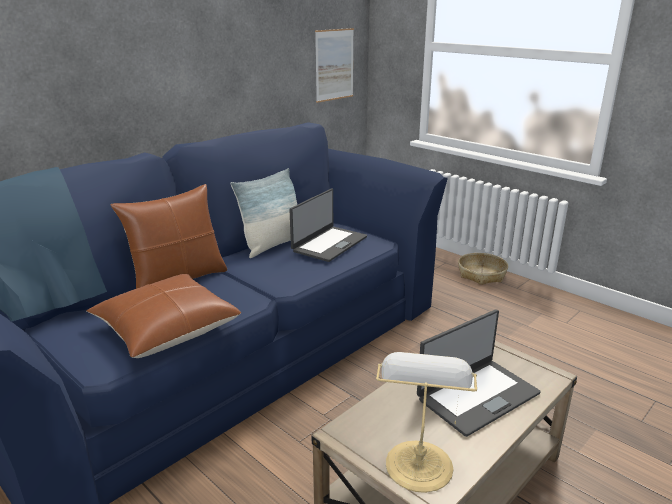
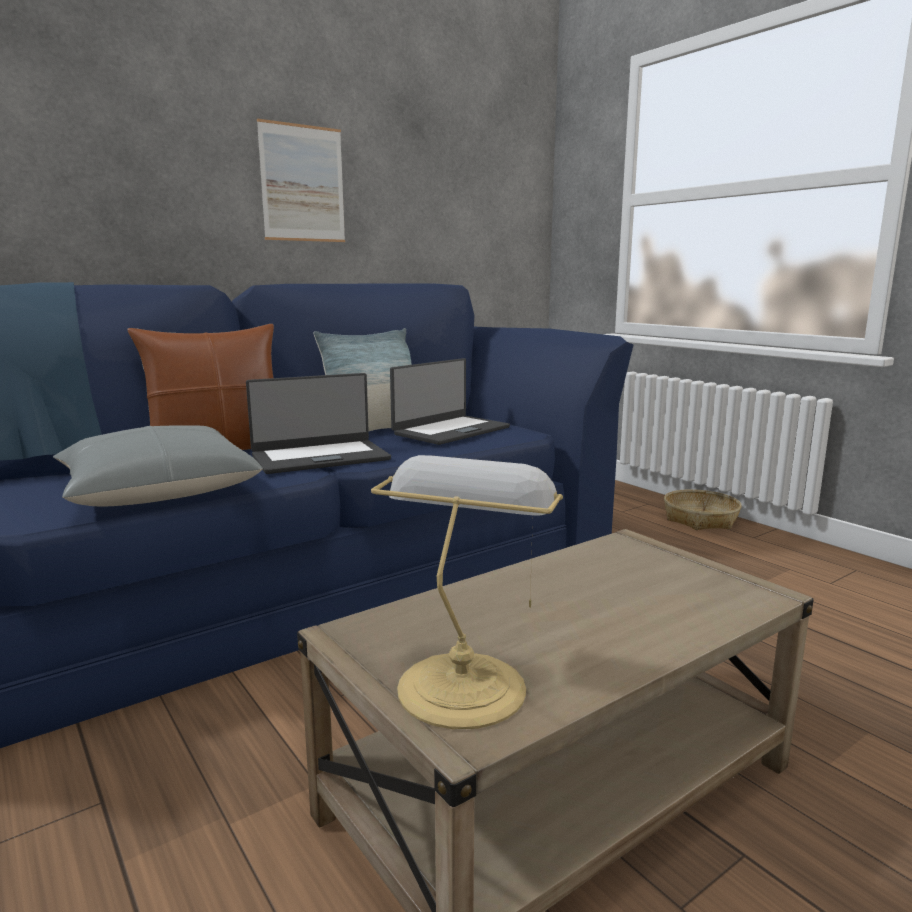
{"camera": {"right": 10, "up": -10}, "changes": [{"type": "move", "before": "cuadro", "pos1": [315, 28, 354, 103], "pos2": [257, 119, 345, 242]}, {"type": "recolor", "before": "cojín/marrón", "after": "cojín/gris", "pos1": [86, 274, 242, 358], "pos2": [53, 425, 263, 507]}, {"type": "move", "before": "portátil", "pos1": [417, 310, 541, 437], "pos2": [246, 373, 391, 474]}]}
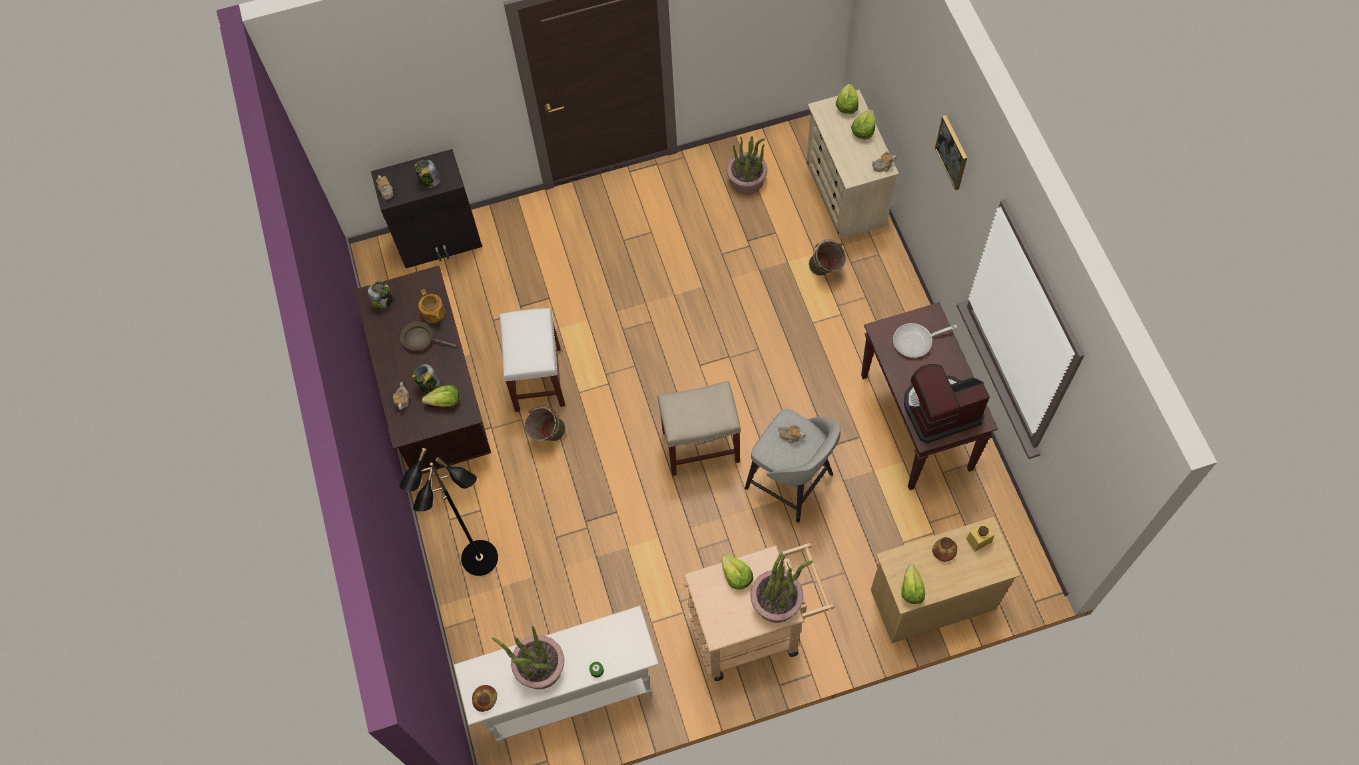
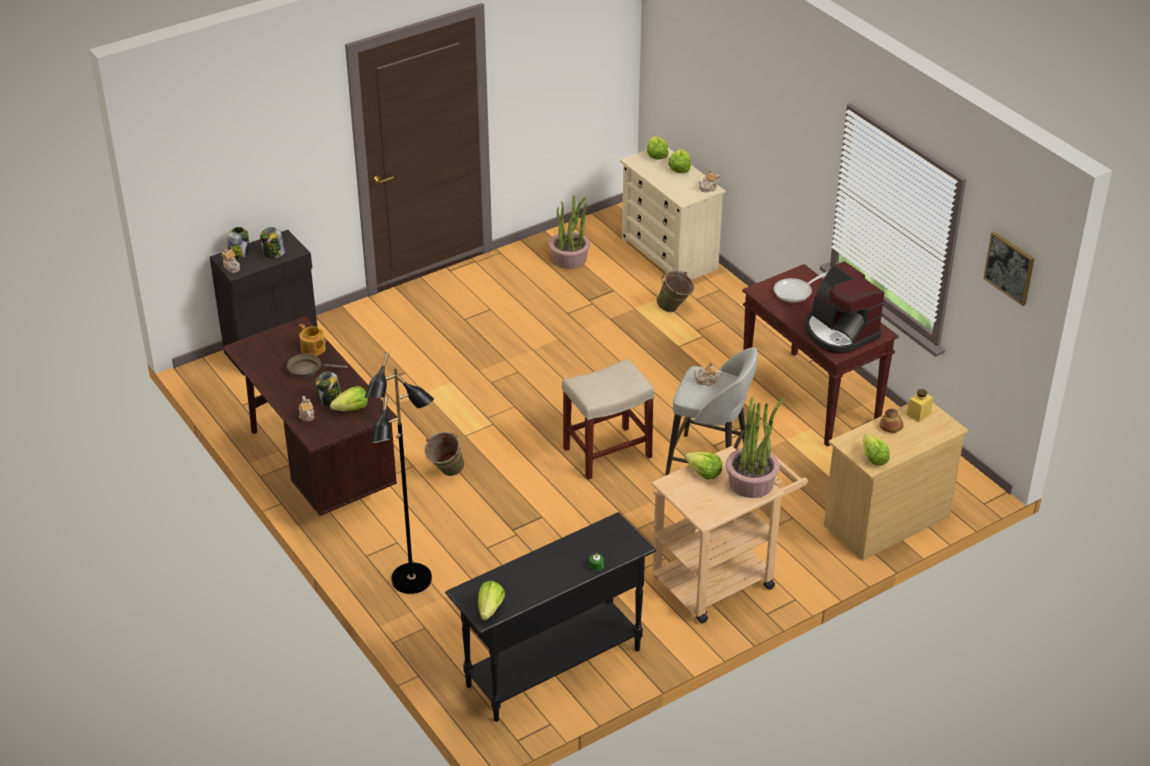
{"camera": {"right": -20, "up": -25}, "changes": [{"type": "move", "before": "cuadro", "pos1": [935, 115, 967, 190], "pos2": [983, 232, 1035, 306]}, {"type": "move", "before": "tarro", "pos1": [368, 281, 393, 309], "pos2": [228, 227, 249, 258]}, {"type": "delete", "before": "taburete/blanco", "pos1": [500, 308, 565, 412]}, {"type": "rotate", "before": "cafetera", "pos1": [904, 364, 990, 443], "pos2": [805, 261, 884, 354], "turn": -90}, {"type": "recolor", "before": "mesa consola/blanco", "after": "mesa consola/negro", "pos1": [454, 606, 659, 745], "pos2": [445, 512, 656, 722]}, {"type": "delete", "before": "planta en maceta", "pos1": [492, 626, 564, 689]}, {"type": "replace", "before": "pan", "after": "lechuga", "pos1": [472, 685, 497, 712], "pos2": [478, 581, 505, 621]}]}
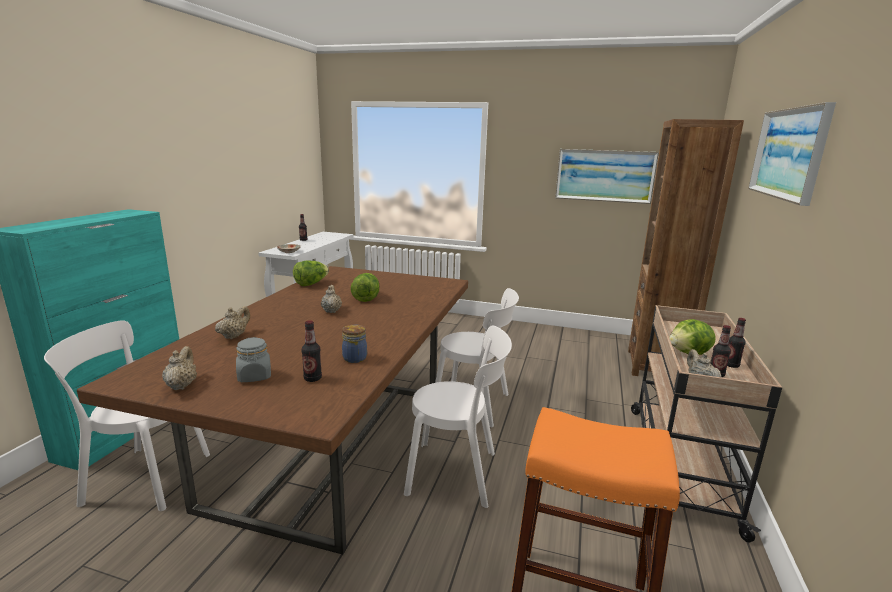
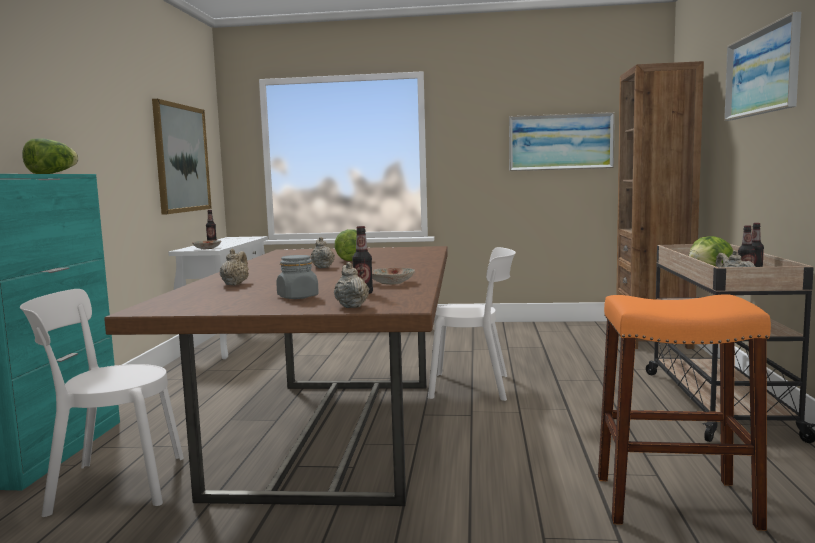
{"camera": {"right": -10, "up": -10}, "changes": [{"type": "move", "before": "lechuga", "pos1": [293, 260, 329, 286], "pos2": [22, 138, 79, 174]}, {"type": "replace", "before": "tarro", "after": "plato", "pos1": [342, 325, 367, 363], "pos2": [372, 268, 415, 285]}, {"type": "delete", "before": "silla/blanco", "pos1": [404, 326, 512, 508]}, {"type": "move", "before": "tetera/beis", "pos1": [162, 346, 197, 390], "pos2": [334, 262, 369, 308]}, {"type": "insert", "after": "cuadro", "pos2": [152, 99, 212, 214]}]}
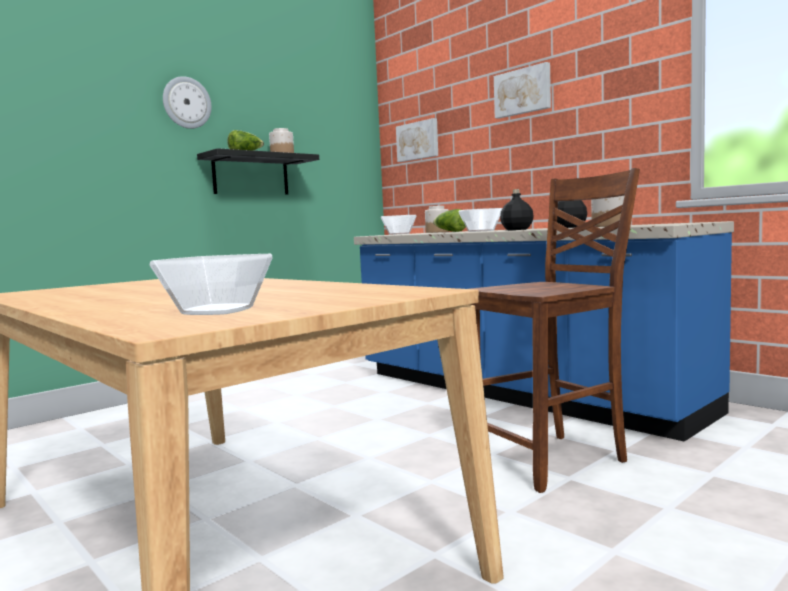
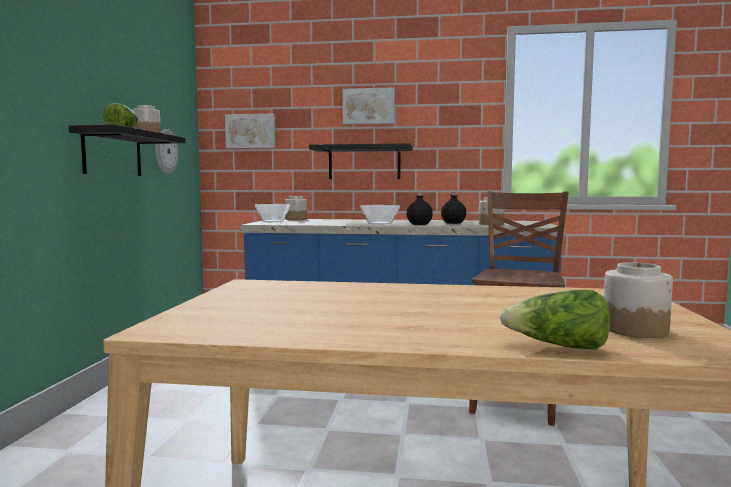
{"camera": {"right": -40, "up": 0}, "changes": [{"type": "move", "before": "reloj de pared", "pos1": [163, 76, 212, 129], "pos2": [155, 129, 178, 174]}, {"type": "move", "before": "lechuga", "pos1": [433, 209, 466, 232], "pos2": [500, 290, 610, 350]}, {"type": "replace", "before": "cuenco", "after": "tarro", "pos1": [150, 254, 273, 315], "pos2": [604, 262, 673, 338]}, {"type": "insert", "after": "estante/negro", "pos2": [309, 143, 413, 179]}]}
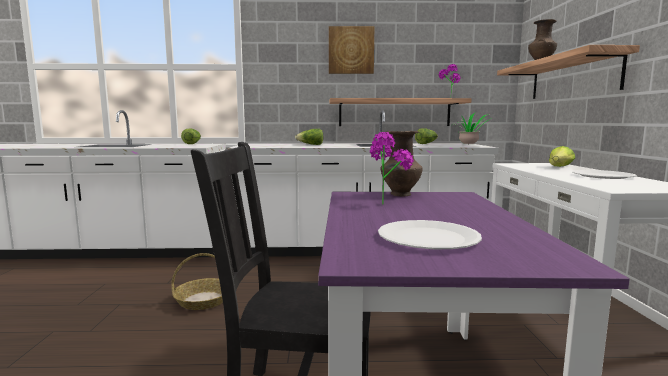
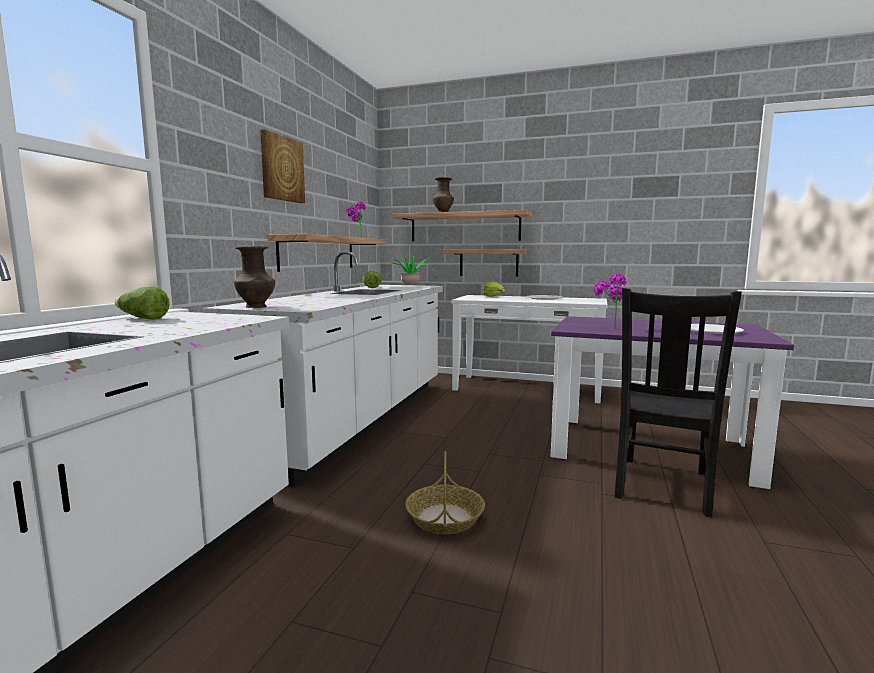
{"camera": {"right": -70, "up": 0}, "changes": [{"type": "delete", "before": "lechuga", "pos1": [295, 129, 323, 145]}, {"type": "move", "before": "florero/marrón", "pos1": [381, 131, 422, 196], "pos2": [234, 246, 275, 308]}, {"type": "insert", "after": "estante", "pos2": [443, 249, 529, 276]}]}
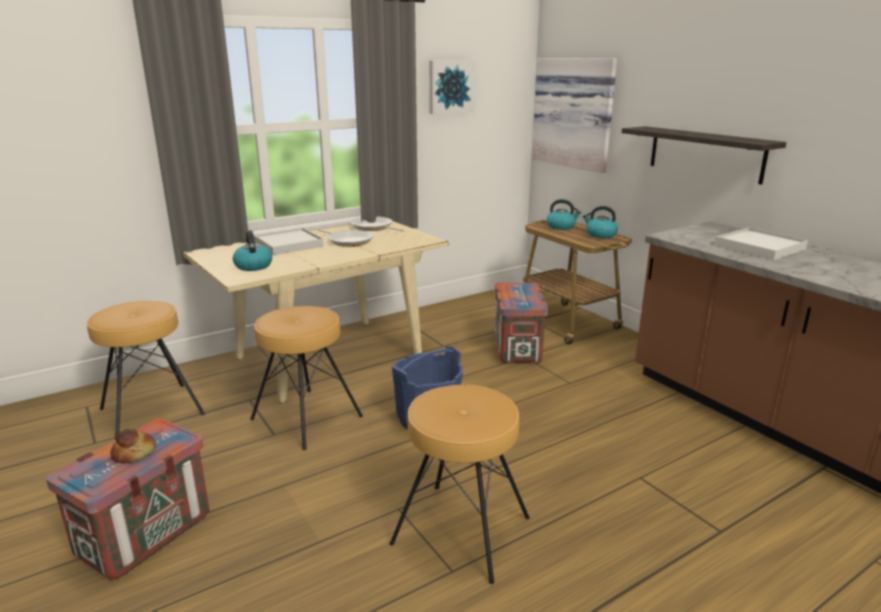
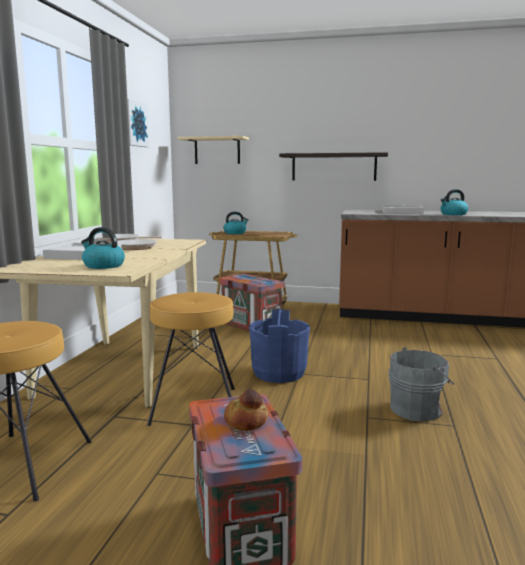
{"camera": {"right": -45, "up": -10}, "changes": [{"type": "replace", "before": "cuadro", "after": "estante/beis", "pos1": [532, 58, 617, 173], "pos2": [177, 136, 249, 164]}, {"type": "move", "before": "hervidor", "pos1": [583, 206, 618, 238], "pos2": [441, 189, 468, 215]}, {"type": "replace", "before": "taburete/marrón", "after": "cubo/gris", "pos1": [390, 385, 530, 584], "pos2": [388, 347, 454, 421]}]}
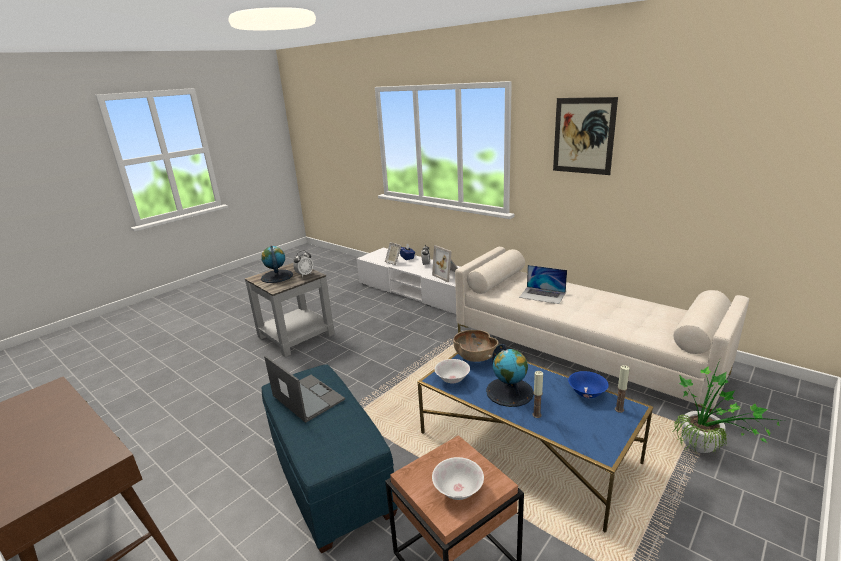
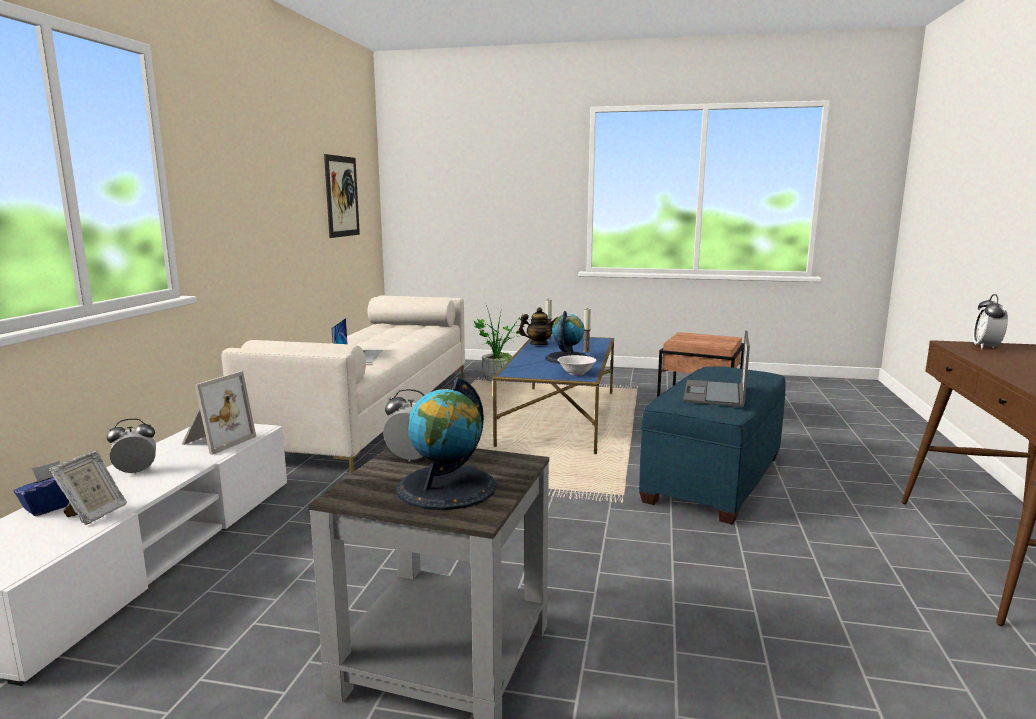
{"camera": {"right": -120, "up": -10}, "changes": [{"type": "move", "before": "cuadro", "pos1": [553, 97, 618, 175], "pos2": [324, 154, 360, 238]}, {"type": "delete", "before": "cuenco/marrón", "pos1": [453, 330, 498, 362]}, {"type": "replace", "before": "cuenco/azul", "after": "tetera", "pos1": [568, 371, 609, 398], "pos2": [518, 307, 558, 345]}, {"type": "delete", "before": "cuenco/blanco", "pos1": [432, 457, 484, 500]}, {"type": "insert", "after": "despertador", "pos2": [972, 294, 1008, 349]}]}
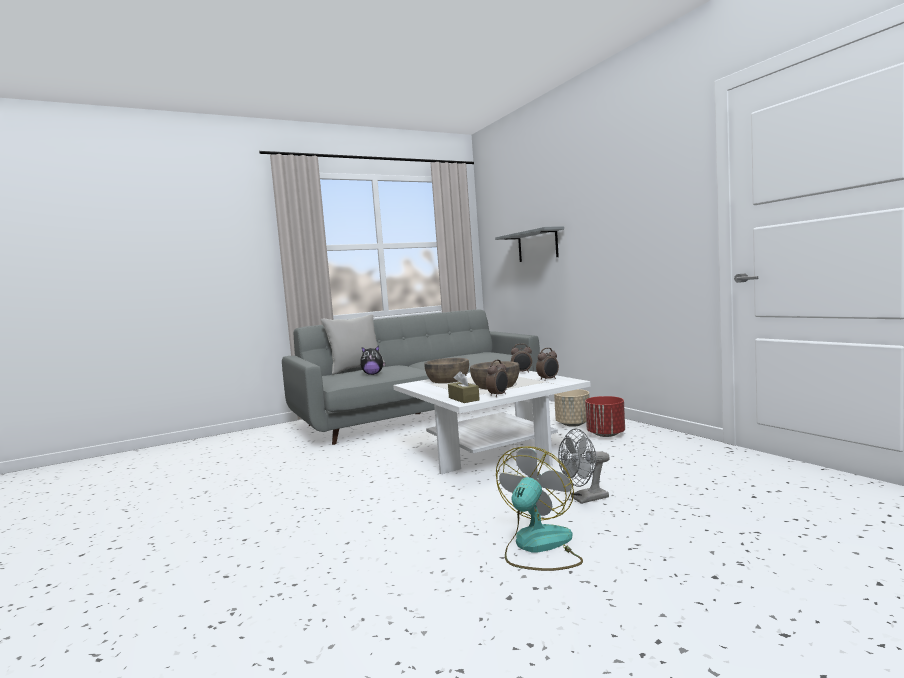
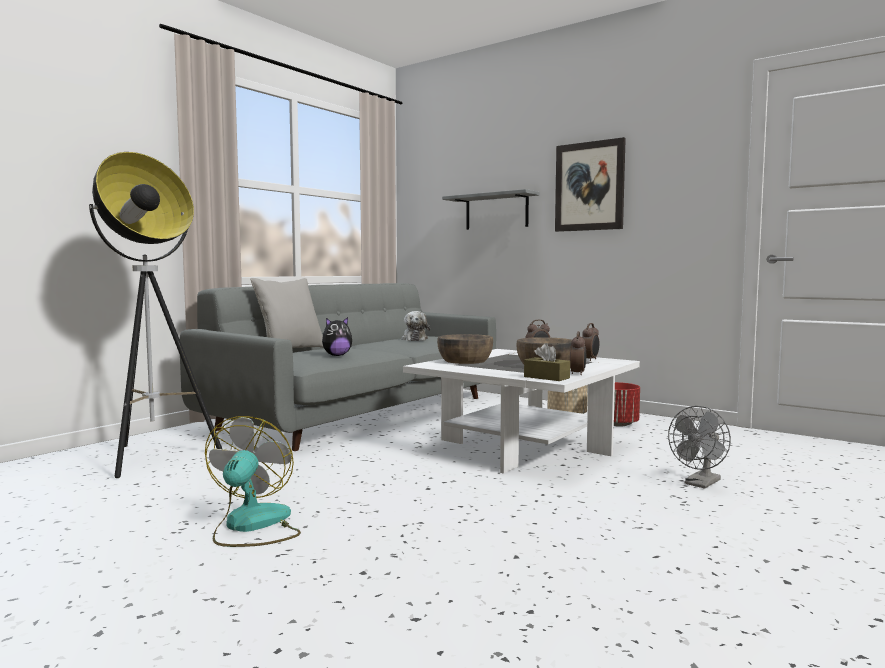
{"camera": {"right": -25, "up": 0}, "changes": [{"type": "move", "before": "ventilador", "pos1": [496, 446, 583, 571], "pos2": [205, 416, 301, 547]}, {"type": "insert", "after": "cuadro", "pos2": [555, 137, 626, 232]}, {"type": "insert", "after": "lámpara de pie", "pos2": [89, 152, 222, 478]}, {"type": "insert", "after": "peluche", "pos2": [401, 311, 430, 341]}]}
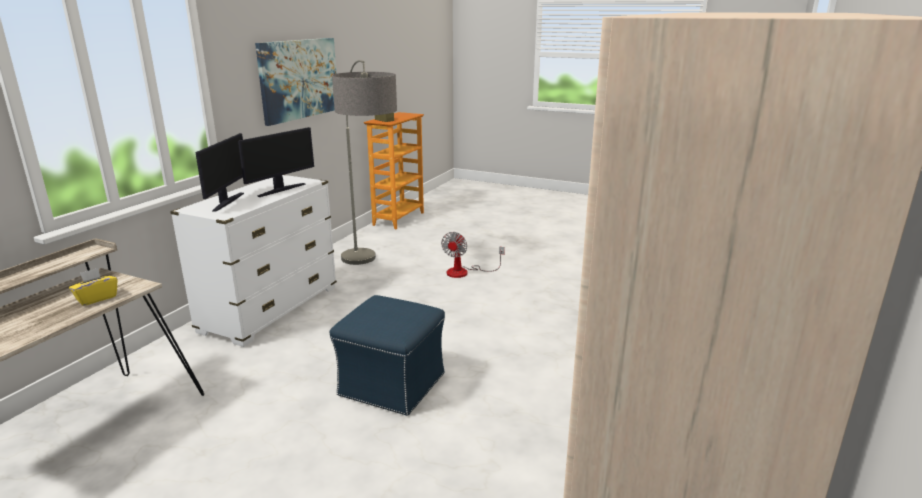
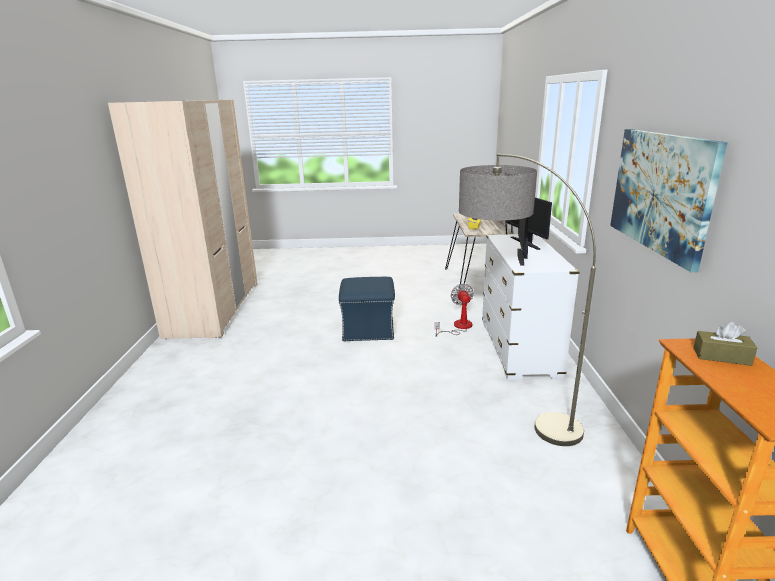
{"camera": {"right": 155, "up": 0}, "changes": [{"type": "move", "before": "ventilador", "pos1": [441, 232, 505, 278], "pos2": [435, 284, 474, 337]}]}
